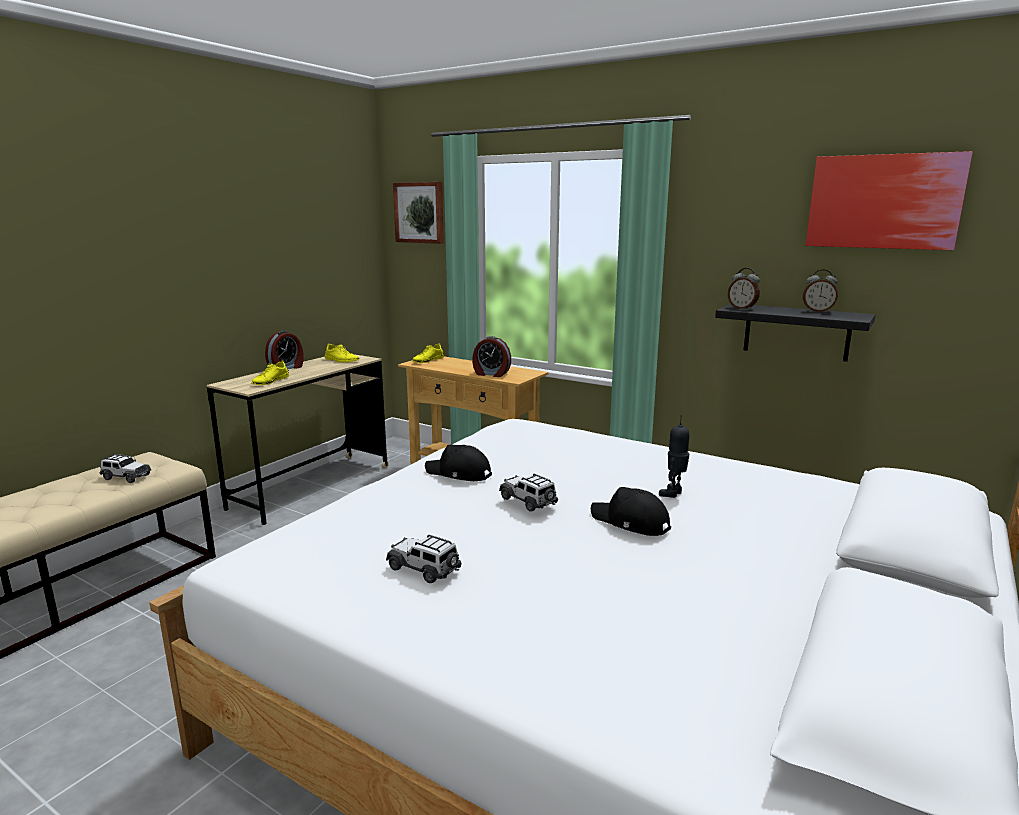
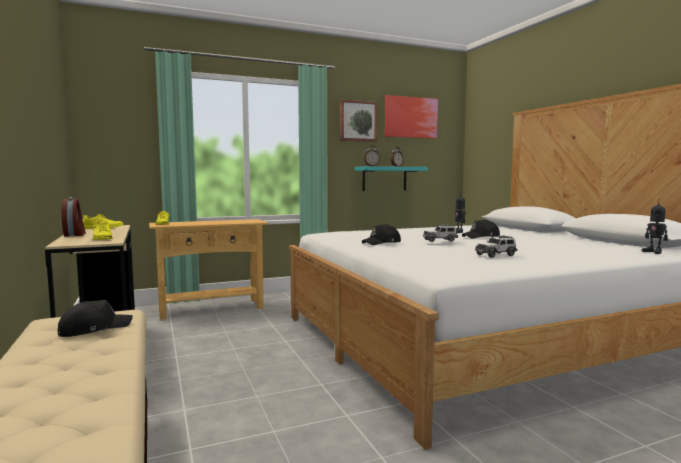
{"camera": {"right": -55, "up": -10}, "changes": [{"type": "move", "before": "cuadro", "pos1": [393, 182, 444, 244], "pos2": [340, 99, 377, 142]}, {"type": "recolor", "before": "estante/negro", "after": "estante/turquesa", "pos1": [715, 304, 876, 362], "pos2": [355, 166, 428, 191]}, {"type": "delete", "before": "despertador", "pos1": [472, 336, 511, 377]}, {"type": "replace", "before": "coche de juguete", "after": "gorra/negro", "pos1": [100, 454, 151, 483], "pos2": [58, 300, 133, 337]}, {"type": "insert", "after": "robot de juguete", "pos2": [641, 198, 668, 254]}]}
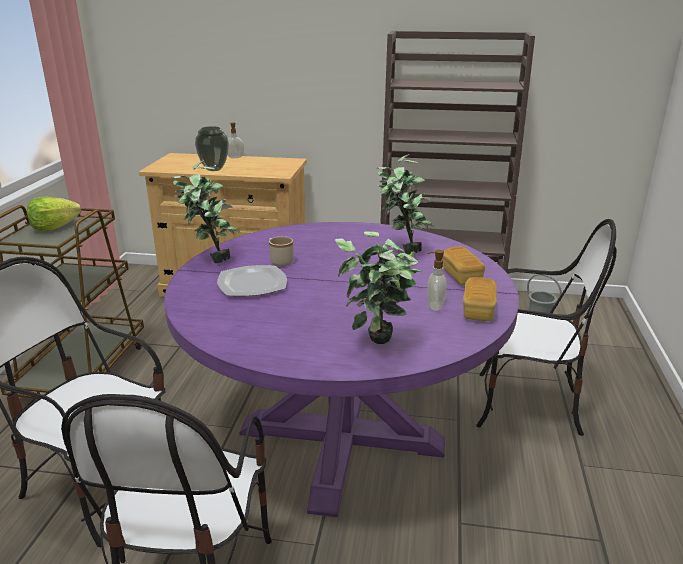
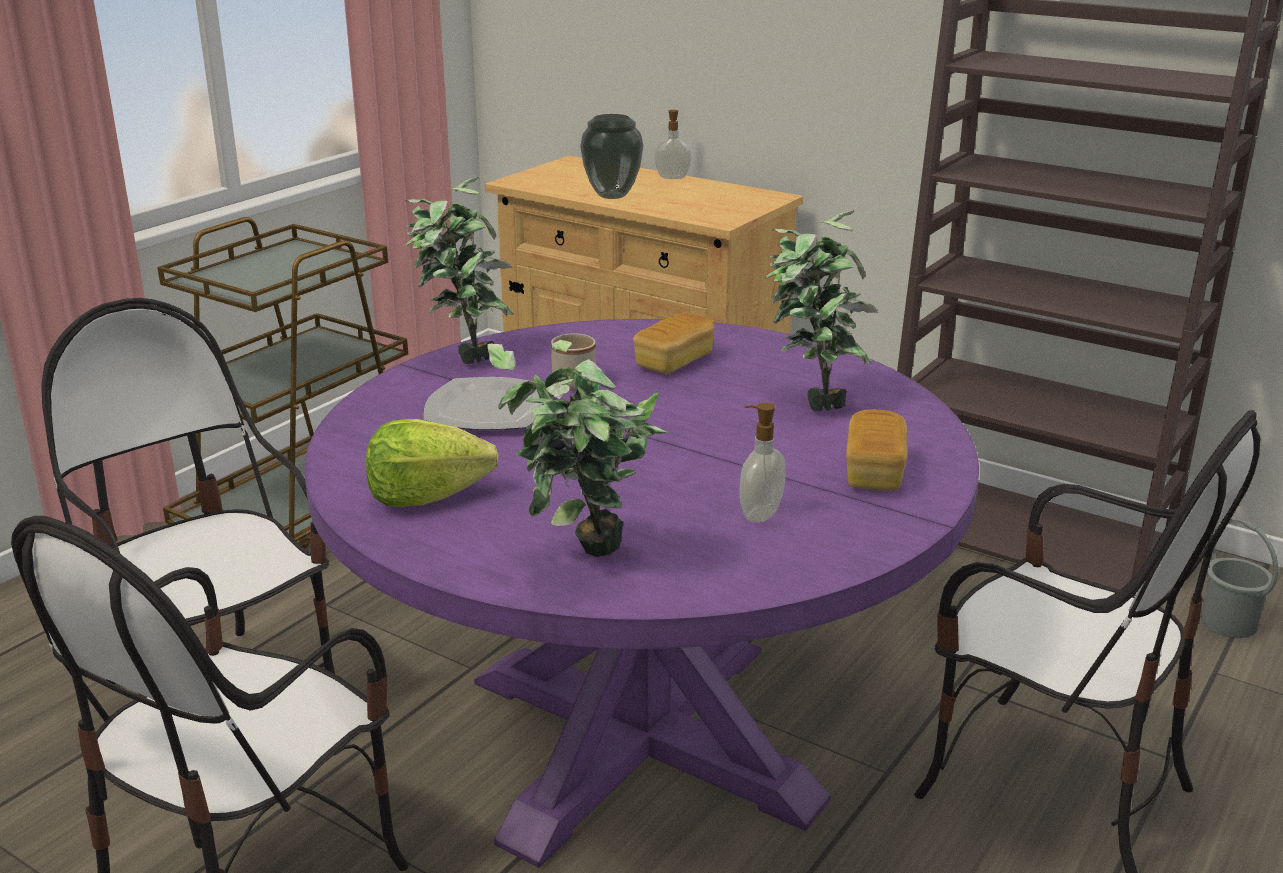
{"camera": {"right": 25, "up": 0}, "changes": [{"type": "move", "before": "lechuga", "pos1": [27, 197, 81, 231], "pos2": [366, 419, 499, 507]}, {"type": "move", "before": "pan", "pos1": [463, 277, 497, 321], "pos2": [633, 313, 715, 374]}]}
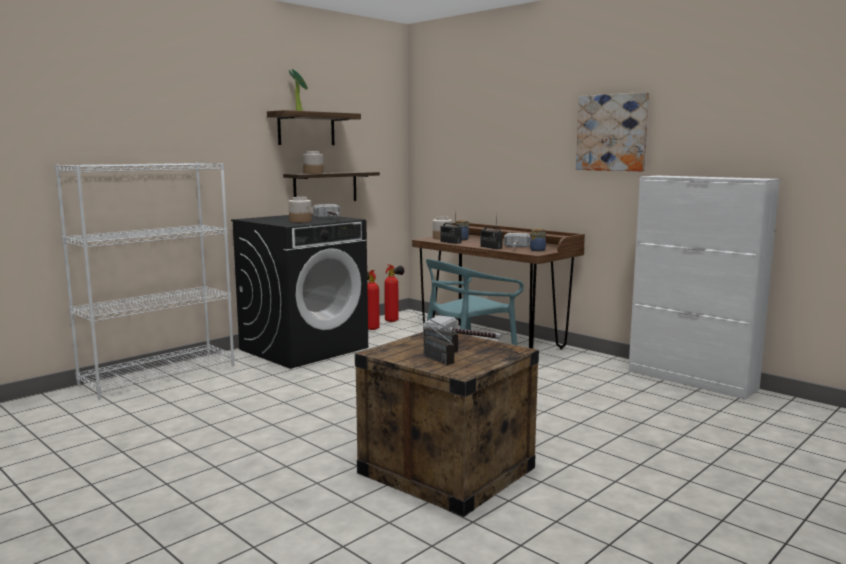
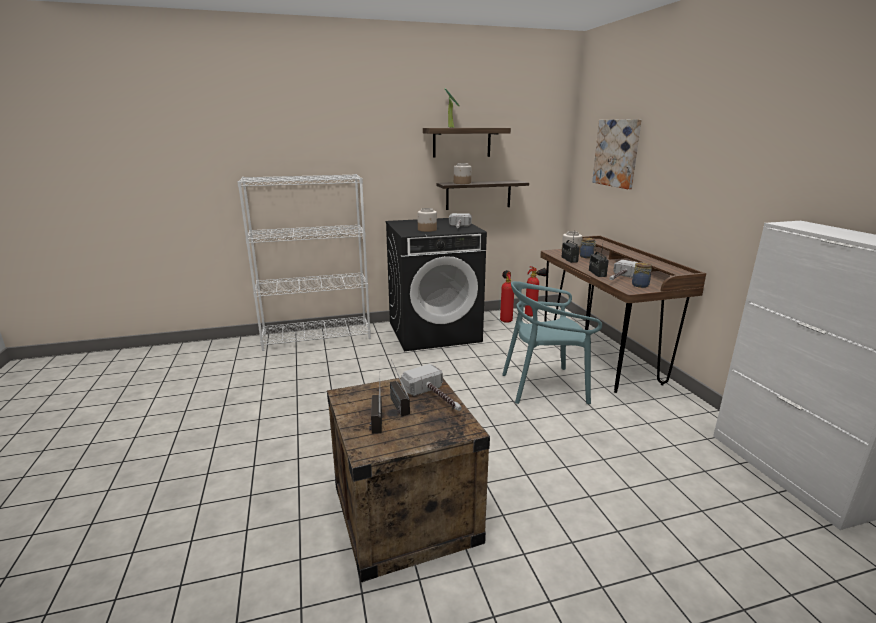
{"camera": {"right": 30, "up": 10}, "changes": [{"type": "move", "before": "cuadro", "pos1": [576, 92, 649, 171], "pos2": [592, 119, 642, 189]}]}
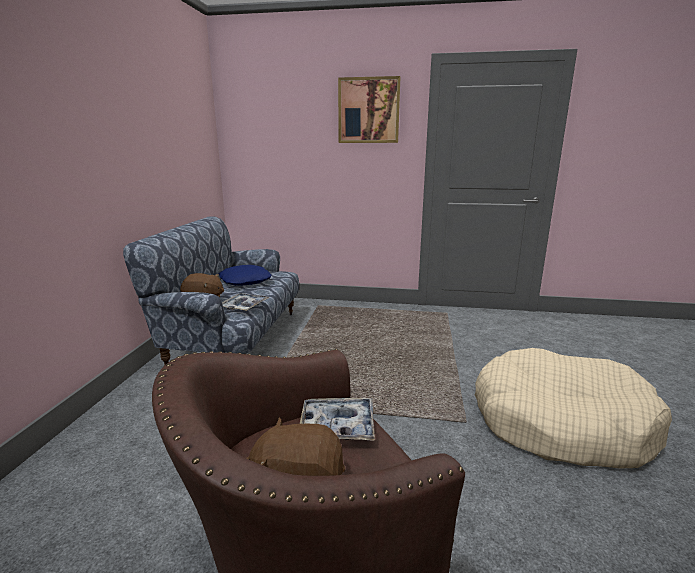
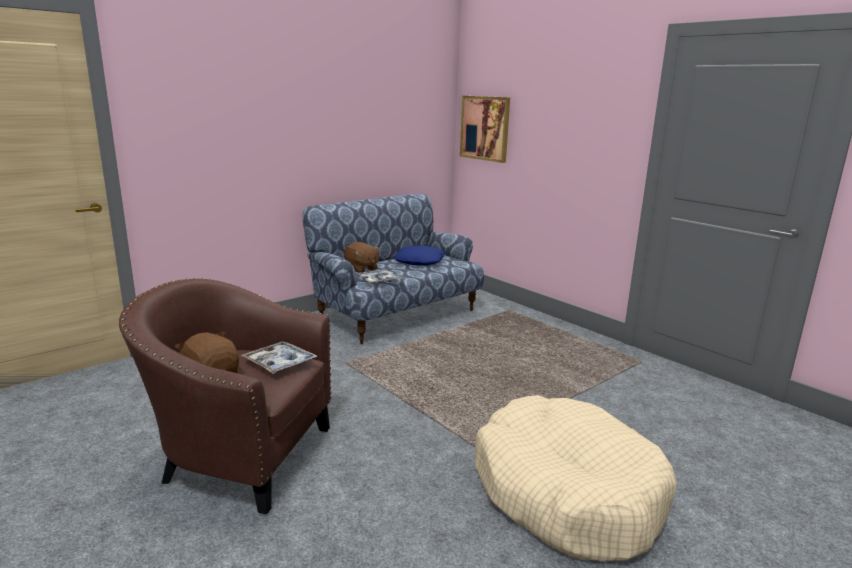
{"camera": {"right": 40, "up": 0}, "changes": [{"type": "move", "before": "cuadro", "pos1": [338, 76, 400, 143], "pos2": [460, 96, 510, 163]}]}
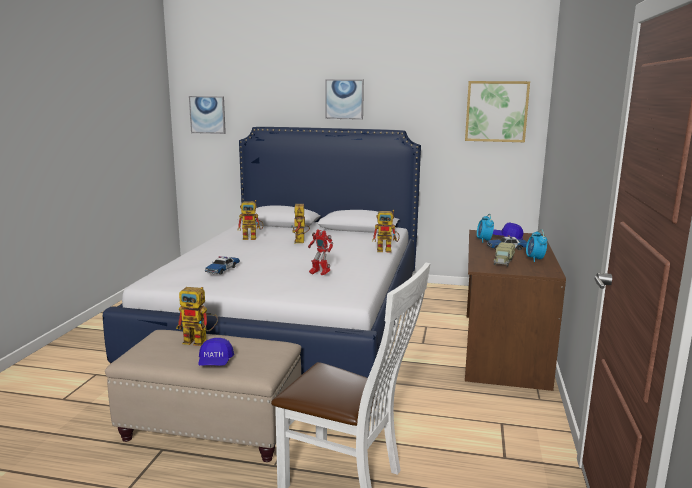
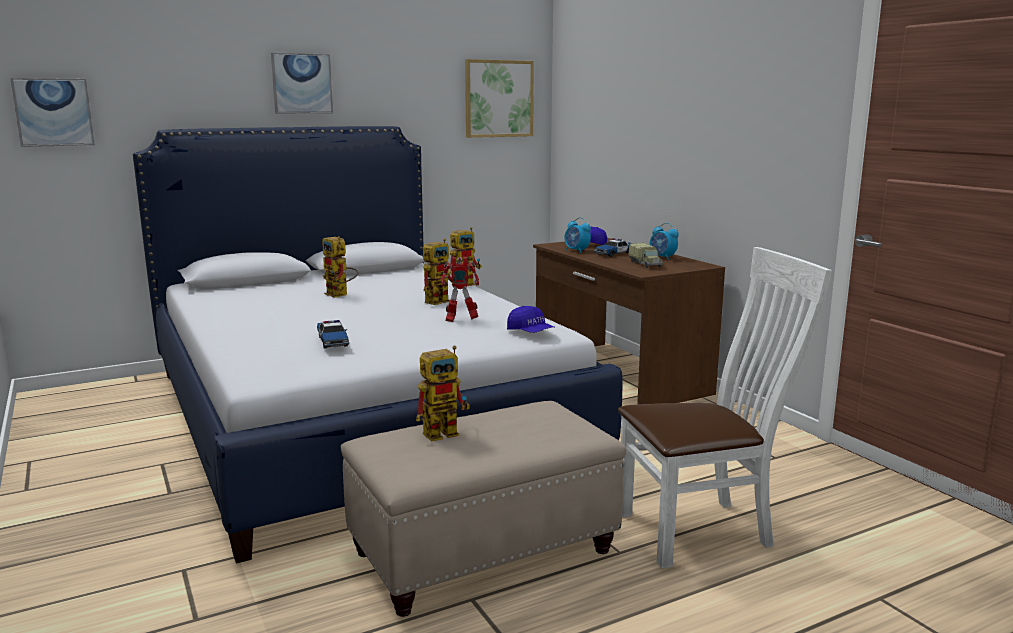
{"camera": {"right": -40, "up": 0}, "changes": [{"type": "move", "before": "robot de juguete", "pos1": [238, 200, 264, 240], "pos2": [423, 239, 454, 305]}, {"type": "move", "before": "gorra/azul", "pos1": [198, 338, 234, 366], "pos2": [507, 306, 555, 333]}]}
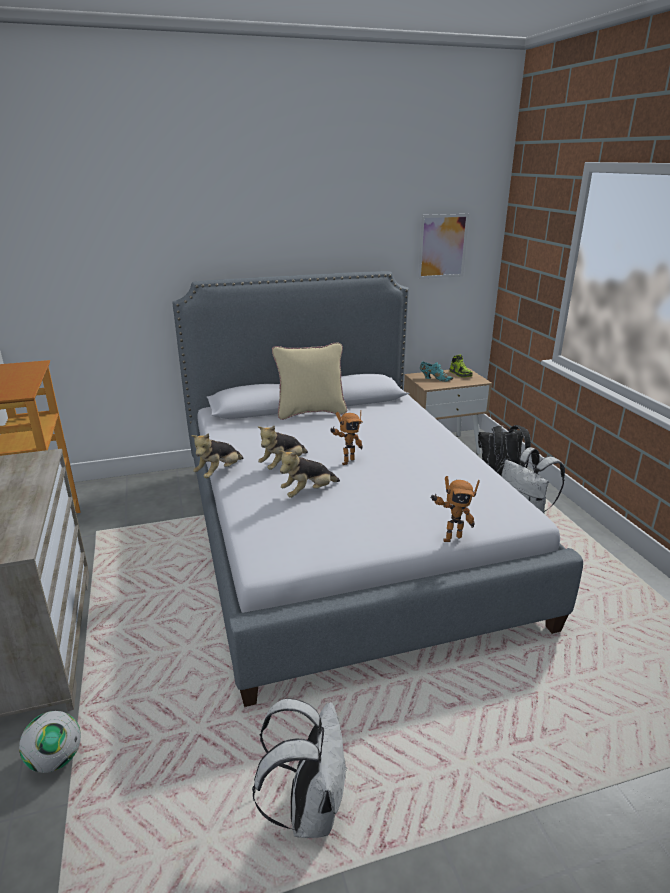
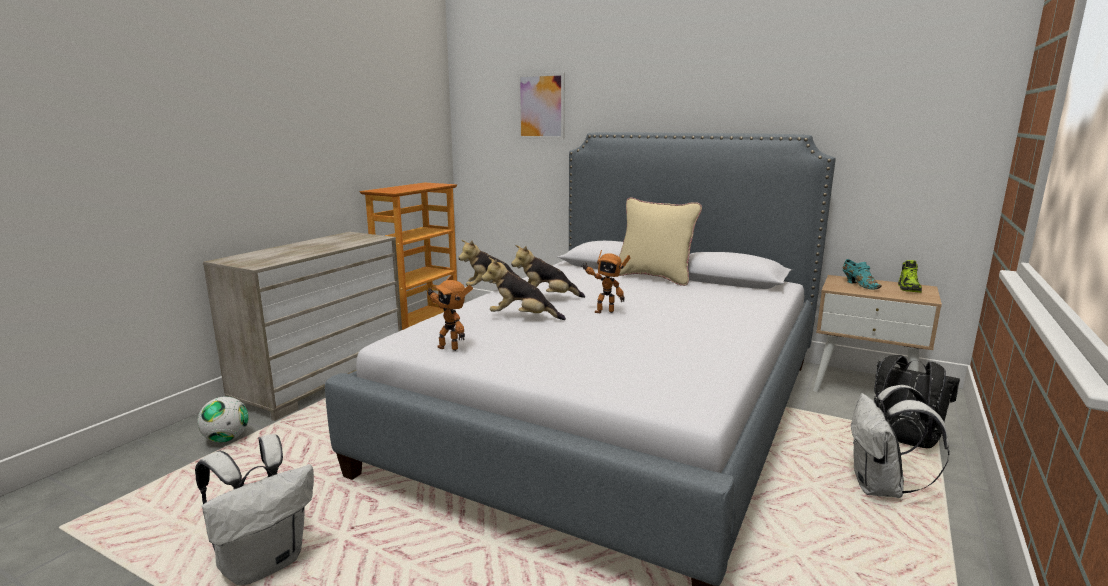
{"camera": {"right": 45, "up": -10}, "changes": [{"type": "move", "before": "cuadro", "pos1": [418, 214, 469, 279], "pos2": [518, 72, 565, 139]}, {"type": "move", "before": "robot de juguete", "pos1": [430, 476, 480, 542], "pos2": [427, 275, 473, 351]}]}
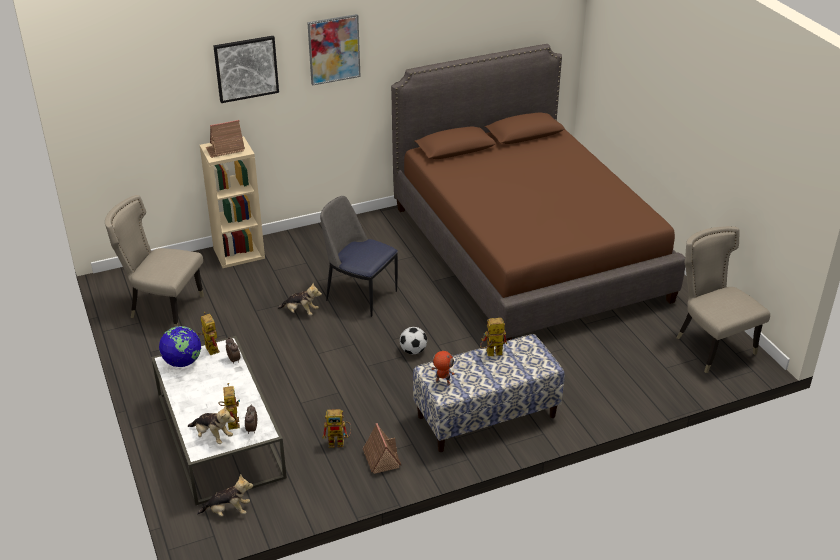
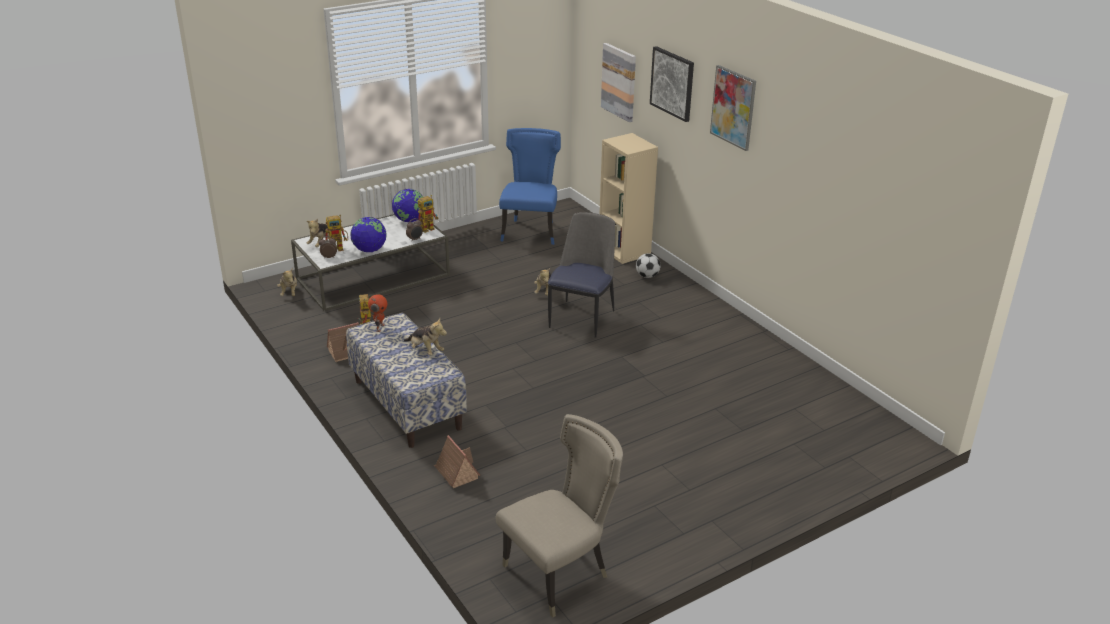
{"camera": {"right": 80, "up": -5}, "changes": [{"type": "delete", "before": "cama/marrón", "pos1": [391, 44, 685, 342]}, {"type": "move", "before": "casita", "pos1": [206, 120, 245, 158], "pos2": [434, 435, 481, 488]}, {"type": "recolor", "before": "silla/beis", "after": "silla/azul", "pos1": [105, 195, 204, 327], "pos2": [499, 128, 561, 245]}, {"type": "replace", "before": "robot de juguete", "after": "peluche", "pos1": [480, 318, 507, 356], "pos2": [404, 318, 447, 356]}, {"type": "move", "before": "balón de fútbol", "pos1": [400, 327, 427, 354], "pos2": [636, 253, 661, 278]}, {"type": "insert", "after": "cuadro", "pos2": [601, 43, 636, 122]}, {"type": "insert", "after": "globo terráqueo", "pos2": [350, 217, 387, 252]}]}
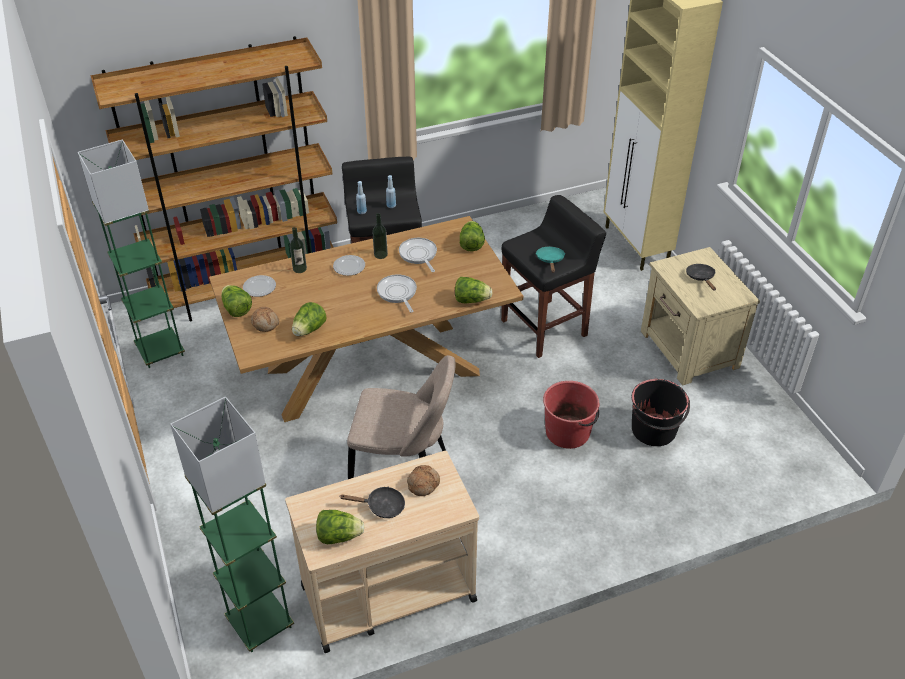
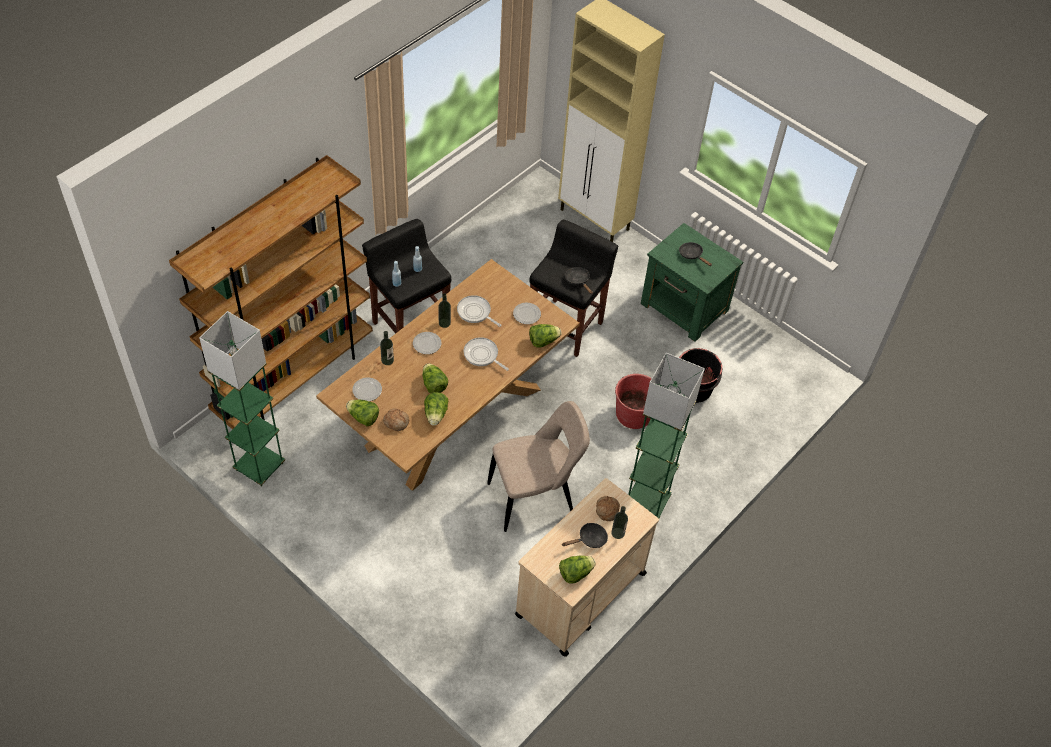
{"camera": {"right": -30, "up": 10}, "changes": [{"type": "move", "before": "lechuga", "pos1": [460, 221, 485, 252], "pos2": [423, 363, 448, 393]}, {"type": "recolor", "before": "sartén/turquesa", "after": "sartén/negro", "pos1": [536, 246, 566, 273], "pos2": [565, 267, 593, 294]}, {"type": "recolor", "before": "mesita de noche/beis", "after": "mesita de noche/verde", "pos1": [641, 247, 760, 386], "pos2": [641, 223, 743, 342]}, {"type": "move", "before": "lámpara de pie/verde", "pos1": [170, 397, 294, 652], "pos2": [628, 353, 705, 518]}, {"type": "insert", "after": "plato", "pos2": [513, 303, 541, 324]}, {"type": "insert", "after": "botella", "pos2": [611, 506, 628, 539]}]}
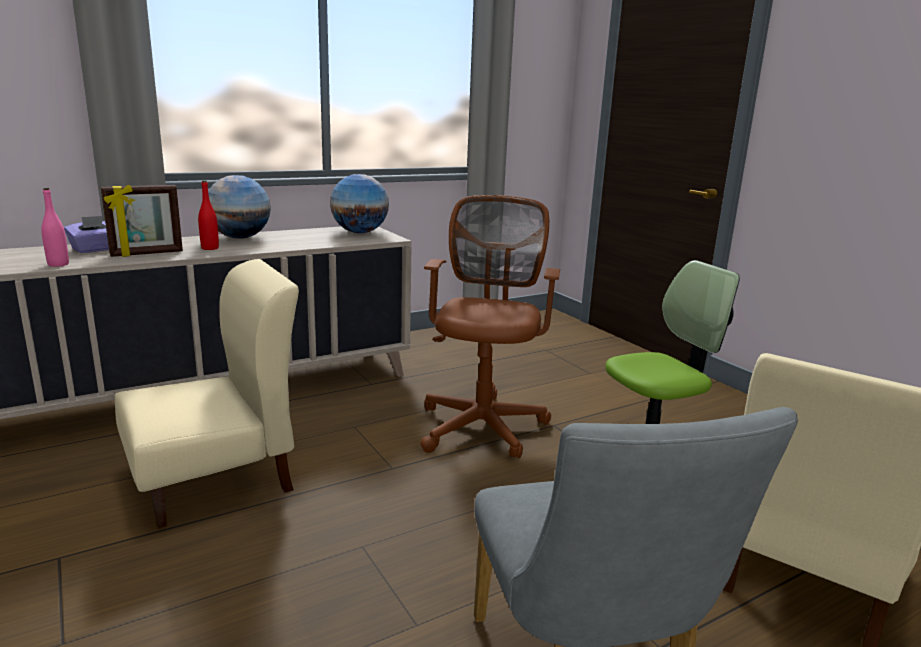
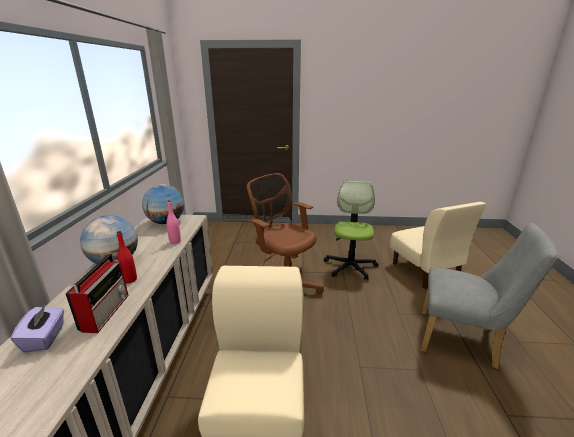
{"camera": {"right": -55, "up": 5}, "changes": [{"type": "replace", "before": "portarretratos", "after": "radio", "pos1": [101, 184, 183, 257], "pos2": [65, 254, 129, 333]}, {"type": "move", "before": "botella/rosa", "pos1": [41, 188, 69, 267], "pos2": [166, 200, 181, 244]}]}
